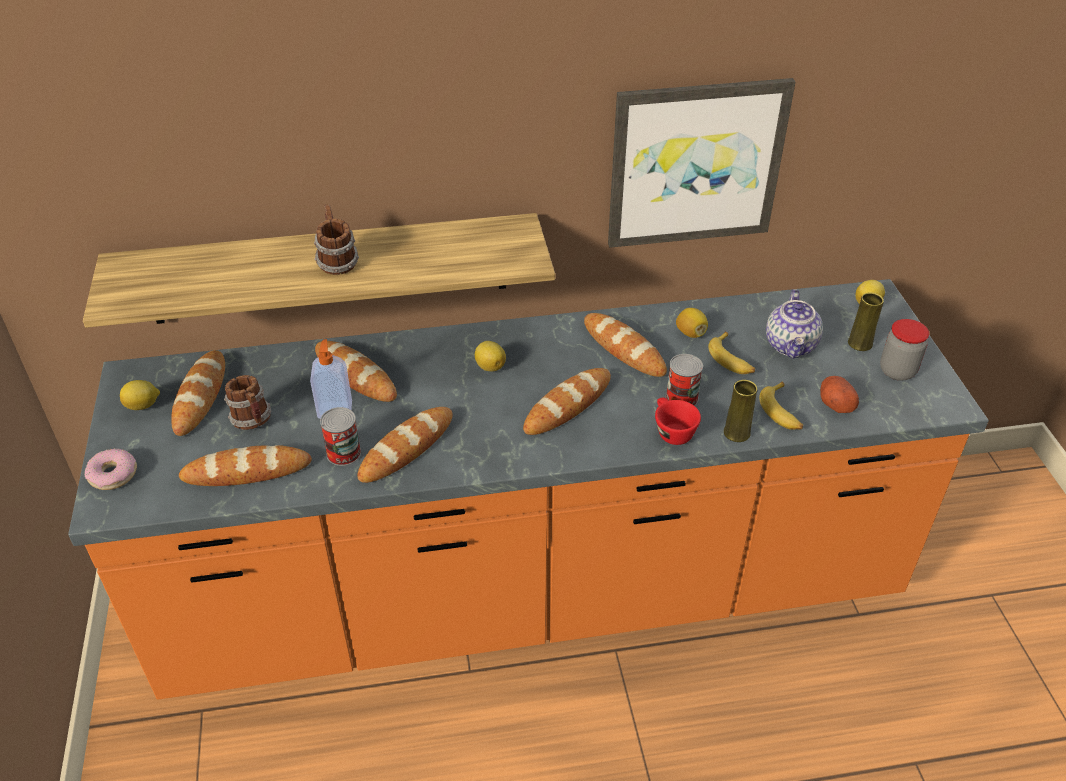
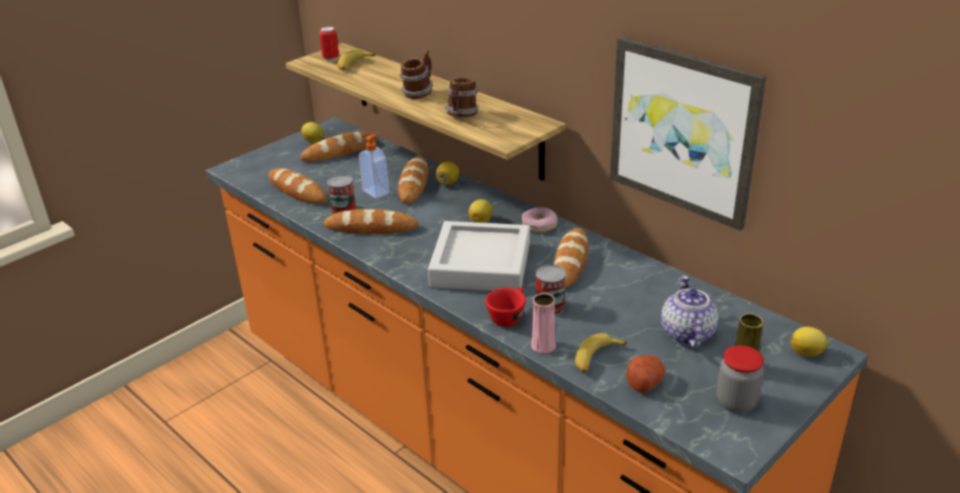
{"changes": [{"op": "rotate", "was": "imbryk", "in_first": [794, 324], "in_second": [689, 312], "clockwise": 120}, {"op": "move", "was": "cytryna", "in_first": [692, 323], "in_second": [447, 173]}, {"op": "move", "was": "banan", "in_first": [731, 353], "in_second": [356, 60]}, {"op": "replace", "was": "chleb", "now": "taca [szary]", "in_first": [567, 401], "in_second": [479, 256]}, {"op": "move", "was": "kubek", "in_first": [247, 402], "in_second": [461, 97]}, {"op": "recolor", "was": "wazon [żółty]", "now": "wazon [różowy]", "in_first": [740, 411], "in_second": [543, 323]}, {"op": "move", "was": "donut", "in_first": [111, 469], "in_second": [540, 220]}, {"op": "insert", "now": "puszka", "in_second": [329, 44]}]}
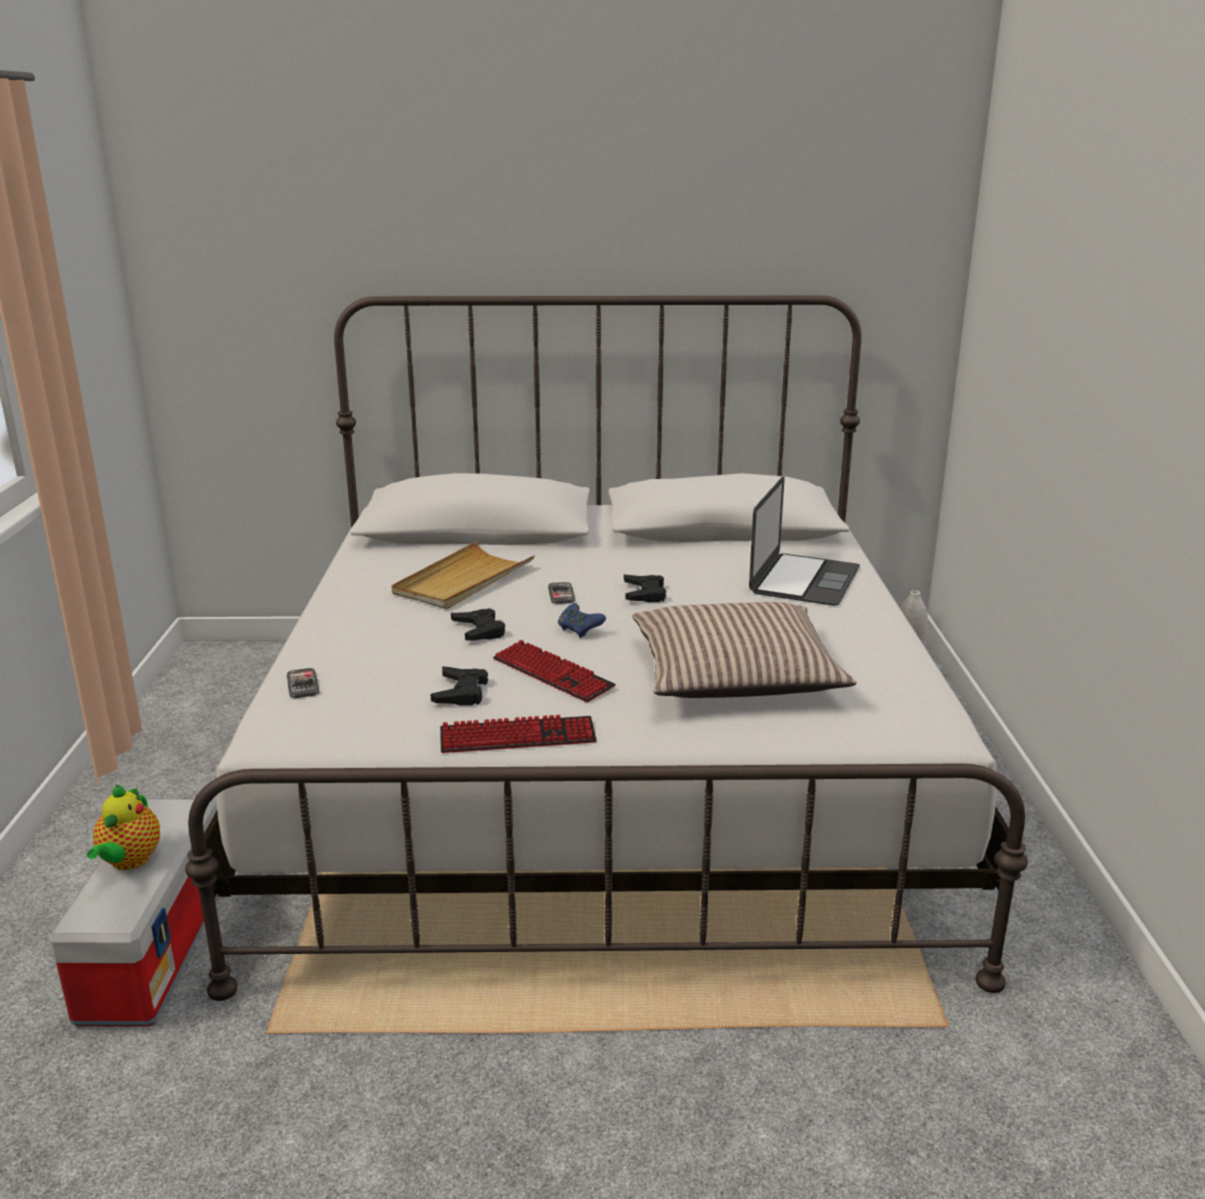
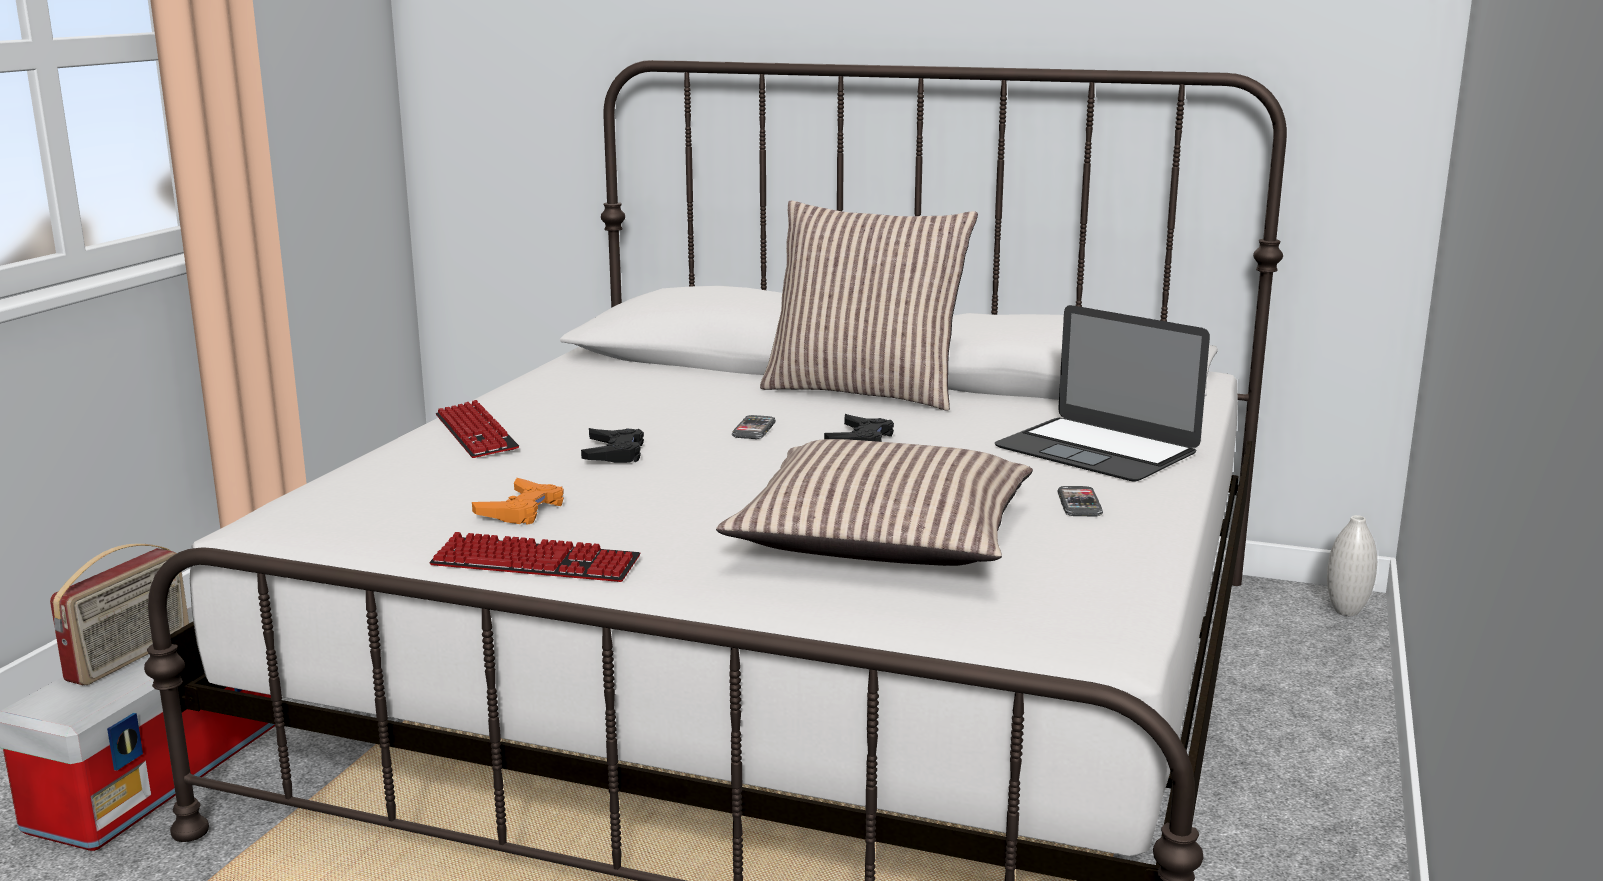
{"changes": [{"op": "rotate", "was": "laptop", "in_first": [804, 541], "in_second": [1102, 393], "clockwise": 90}, {"op": "delete", "was": "taca [beżowy]", "in_first": [463, 575]}, {"op": "delete", "was": "pad do gier [niebieski]", "in_first": [582, 620]}, {"op": "move", "was": "klawiatura", "in_first": [554, 671], "in_second": [477, 429]}, {"op": "recolor", "was": "pad do gier [czarny]", "now": "pad do gier [pomarańczowy]", "in_first": [459, 686], "in_second": [518, 501]}, {"op": "move", "was": "telefon", "in_first": [303, 683], "in_second": [1080, 501]}, {"op": "replace", "was": "imbryk", "now": "radio", "in_first": [123, 827], "in_second": [119, 614]}, {"op": "insert", "now": "poduszka", "in_second": [869, 305]}]}
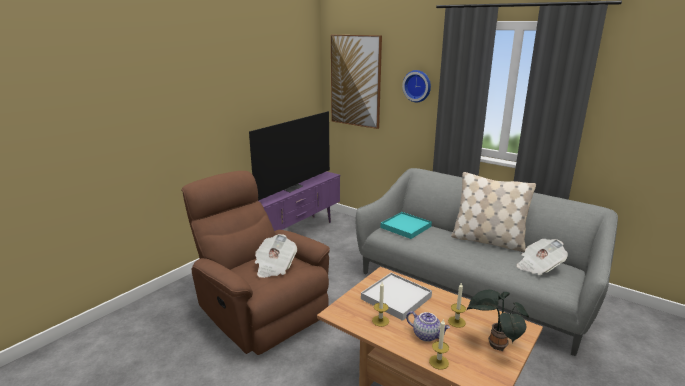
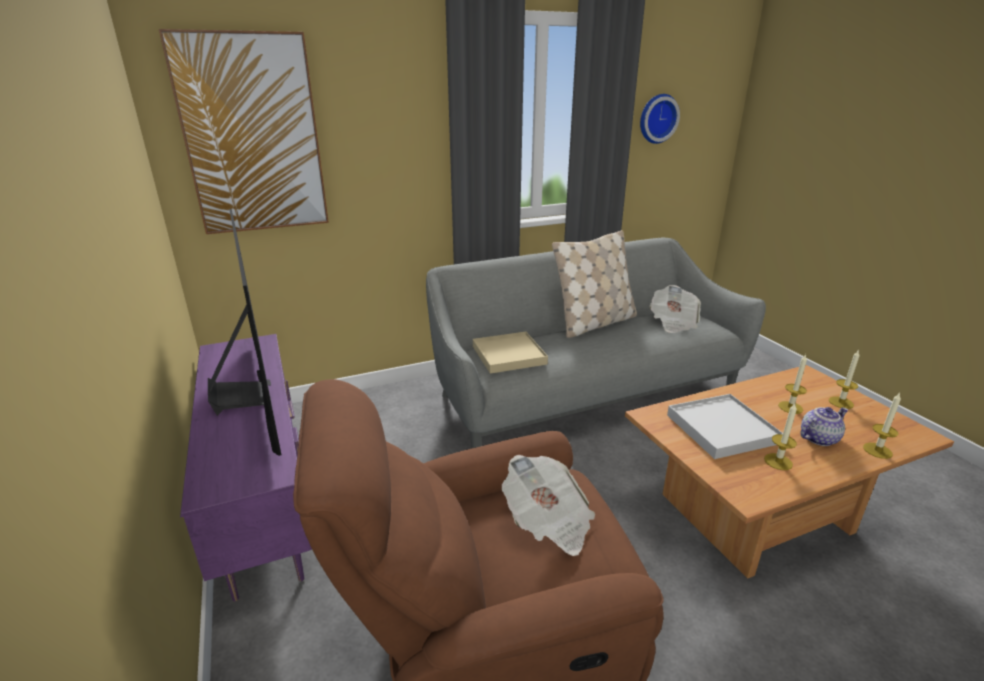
{"changes": [{"op": "move", "was": "zegar ścienny", "in_first": [416, 86], "in_second": [660, 119]}, {"op": "recolor", "was": "taca [turkusowy]", "now": "taca [beżowy]", "in_first": [406, 225], "in_second": [510, 353]}, {"op": "replace", "was": "roślina doniczkowa", "now": "świeca", "in_first": [498, 320], "in_second": [844, 379]}]}
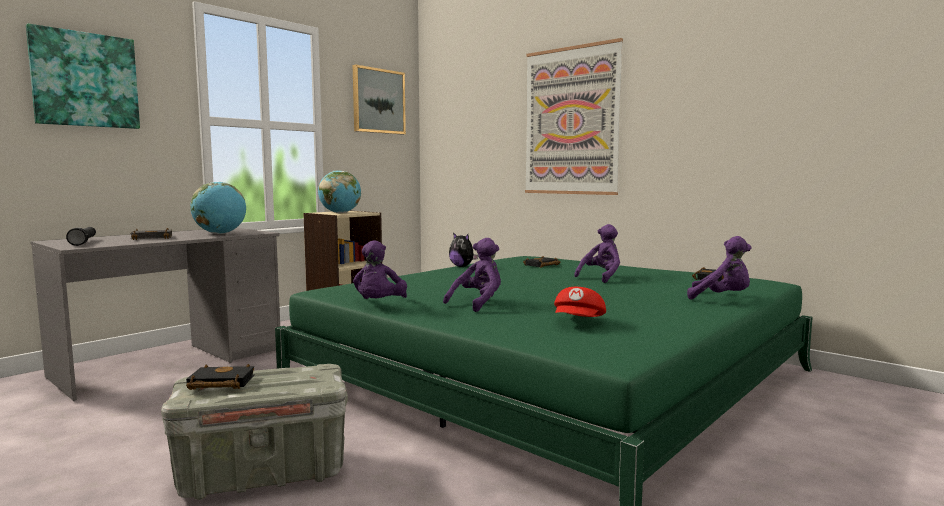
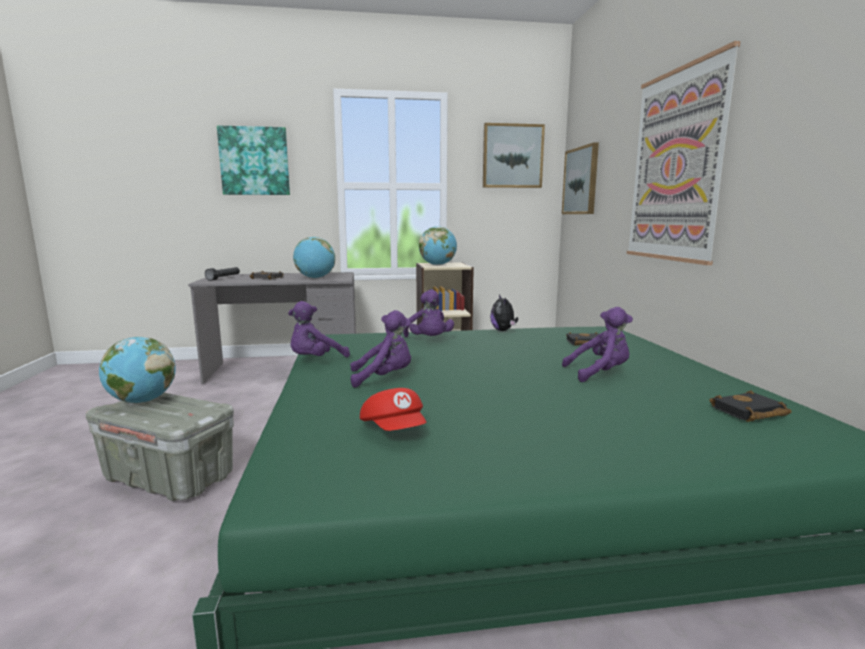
{"changes": [{"op": "move", "was": "pluszak [fioletowy]", "in_first": [719, 267], "in_second": [428, 313]}, {"op": "rotate", "was": "czapka z daszkiem [czerwony]", "in_first": [580, 302], "in_second": [393, 409], "clockwise": -90}, {"op": "replace", "was": "książka [czarny]", "now": "globus", "in_first": [220, 377], "in_second": [137, 370]}, {"op": "insert", "now": "obraz", "in_second": [580, 178]}]}
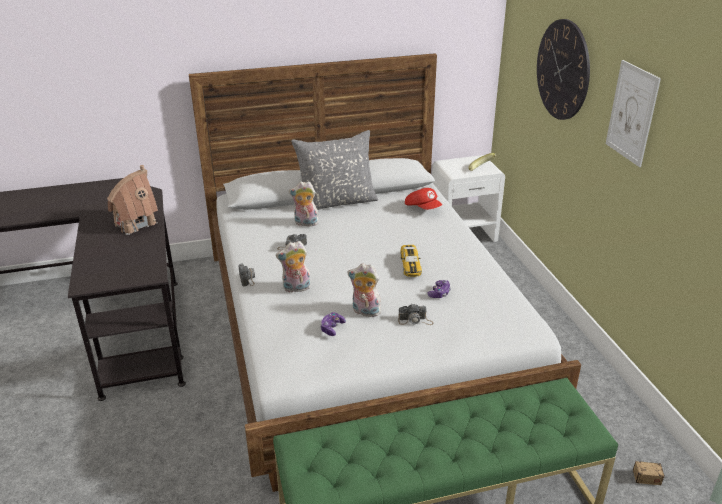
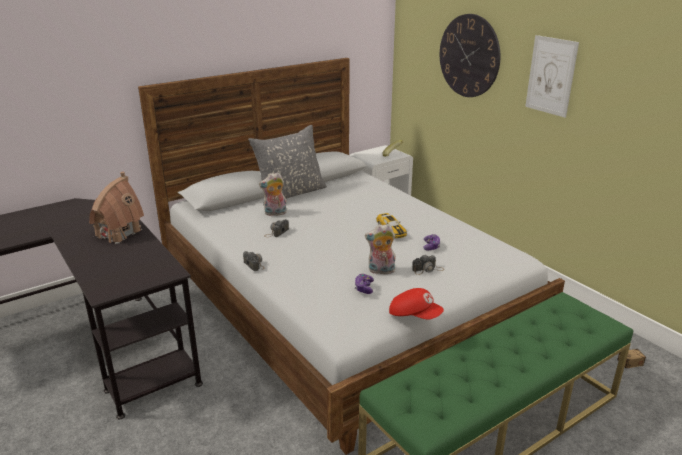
{"changes": [{"op": "move", "was": "czapka z daszkiem [czerwony]", "in_first": [423, 199], "in_second": [416, 304]}, {"op": "delete", "was": "pluszak", "in_first": [293, 267]}]}
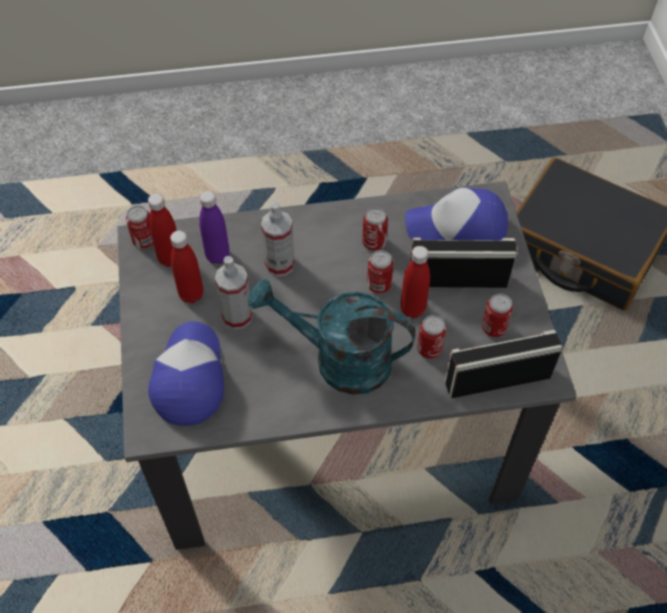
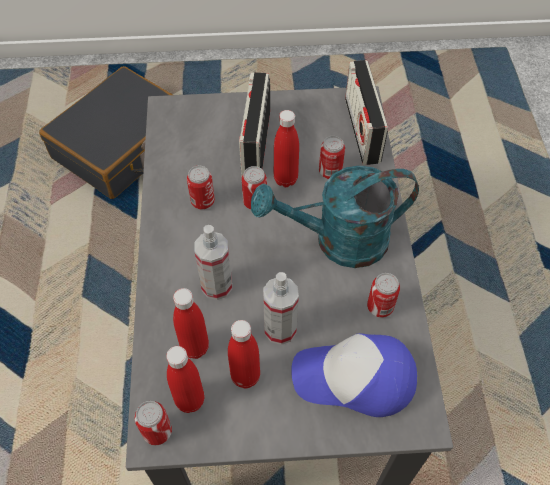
{"changes": [{"op": "delete", "was": "czapka z daszkiem", "in_first": [456, 213]}, {"op": "recolor", "was": "butelka [fioletowy]", "now": "butelka [czerwony]", "in_first": [214, 227], "in_second": [191, 323]}, {"op": "rotate", "was": "konewka [turkusowy]", "in_first": [332, 337], "in_second": [335, 216], "clockwise": 60}, {"op": "move", "was": "puszka", "in_first": [497, 315], "in_second": [383, 295]}]}
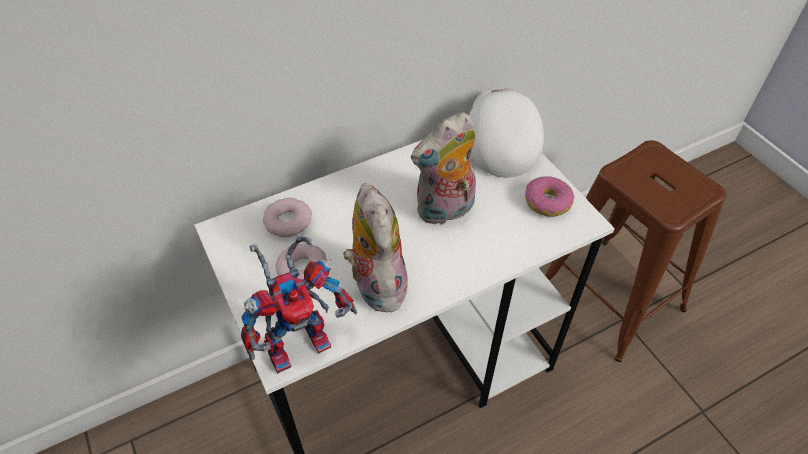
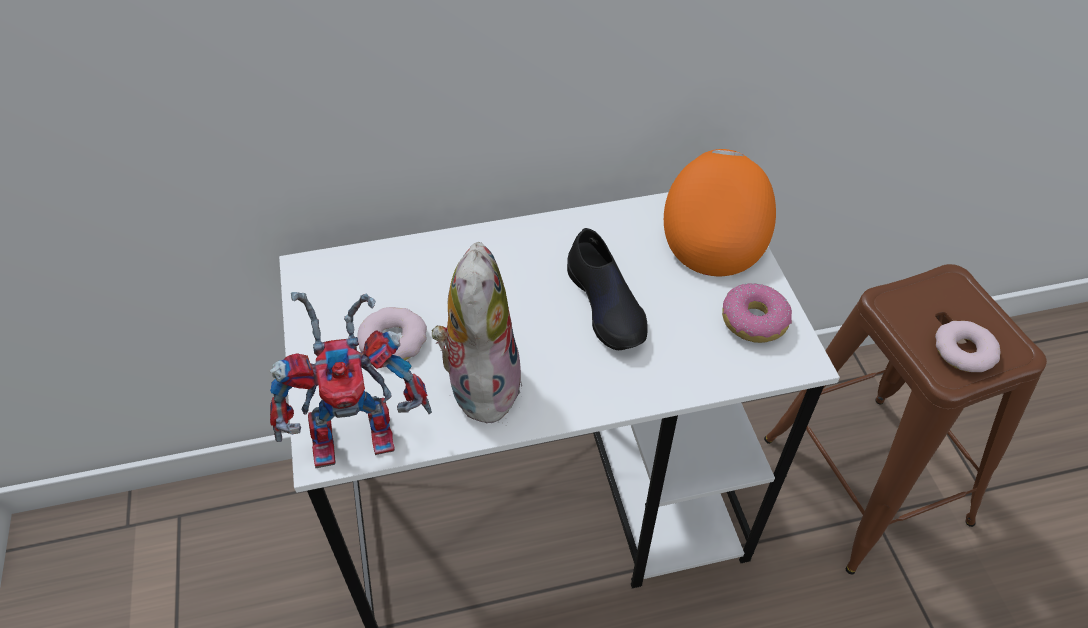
{"changes": [{"op": "recolor", "was": "czapka z daszkiem [biały]", "now": "czapka z daszkiem [pomarańczowy]", "in_first": [506, 133], "in_second": [720, 212]}, {"op": "replace", "was": "pluszak", "now": "but [czarny]", "in_first": [443, 169], "in_second": [607, 289]}, {"op": "move", "was": "donut", "in_first": [287, 217], "in_second": [968, 346]}]}
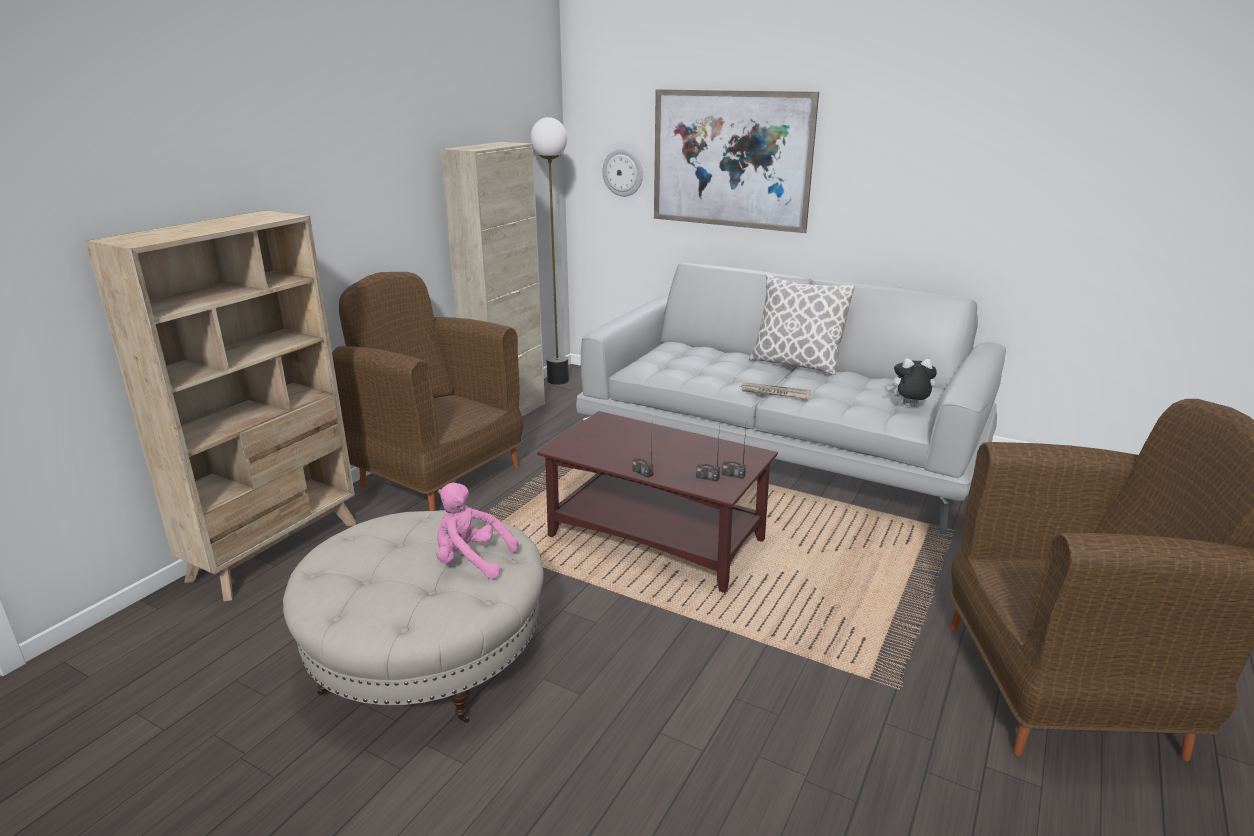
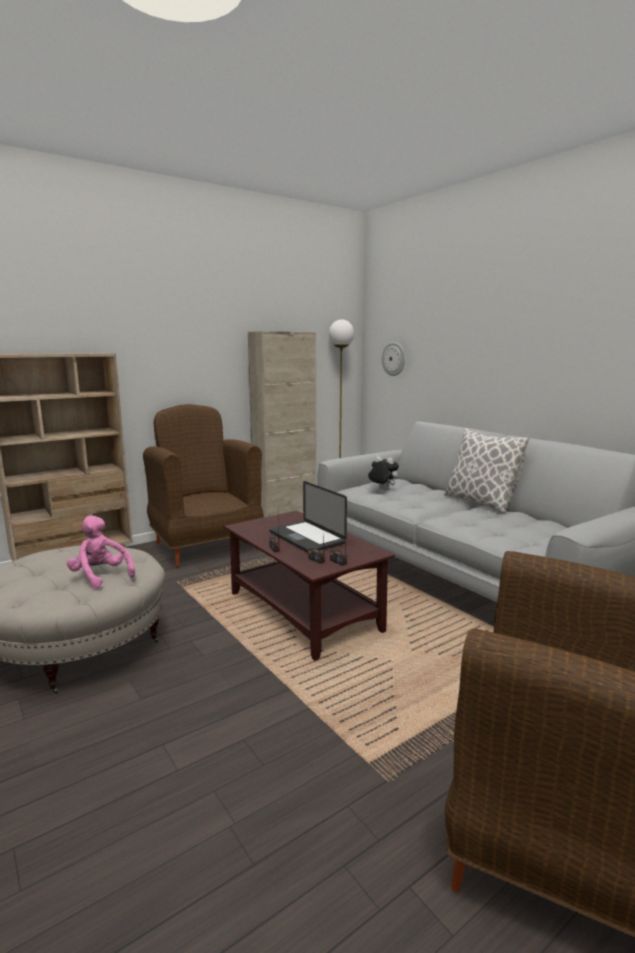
{"changes": [{"op": "delete", "was": "obraz", "in_first": [736, 161]}, {"op": "move", "was": "pluszak", "in_first": [912, 382], "in_second": [383, 473]}, {"op": "delete", "was": "gazeta", "in_first": [775, 390]}, {"op": "insert", "now": "laptop", "in_second": [308, 517]}]}
